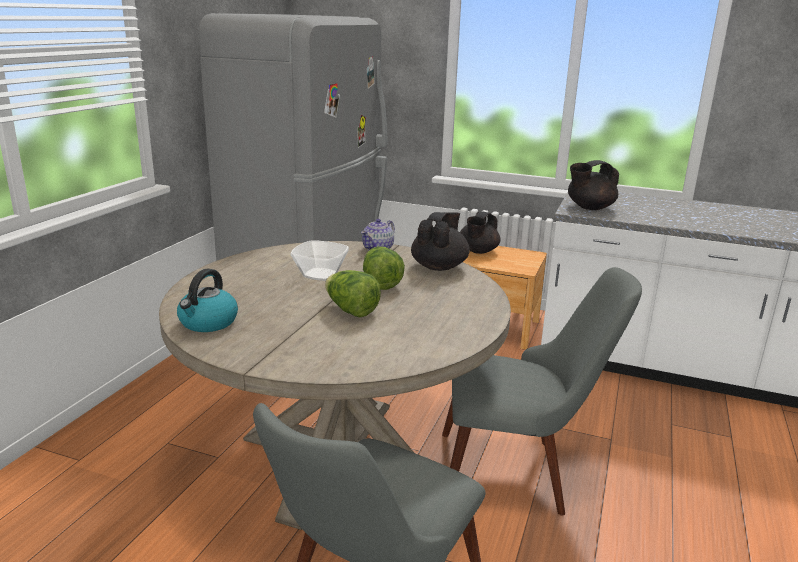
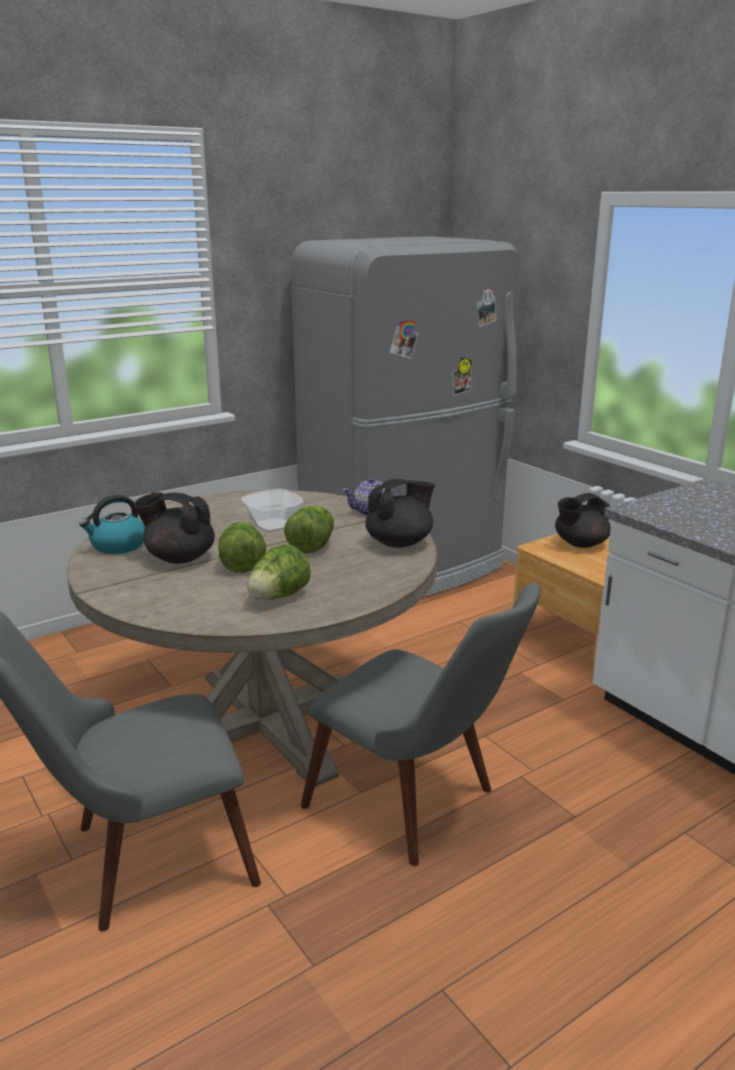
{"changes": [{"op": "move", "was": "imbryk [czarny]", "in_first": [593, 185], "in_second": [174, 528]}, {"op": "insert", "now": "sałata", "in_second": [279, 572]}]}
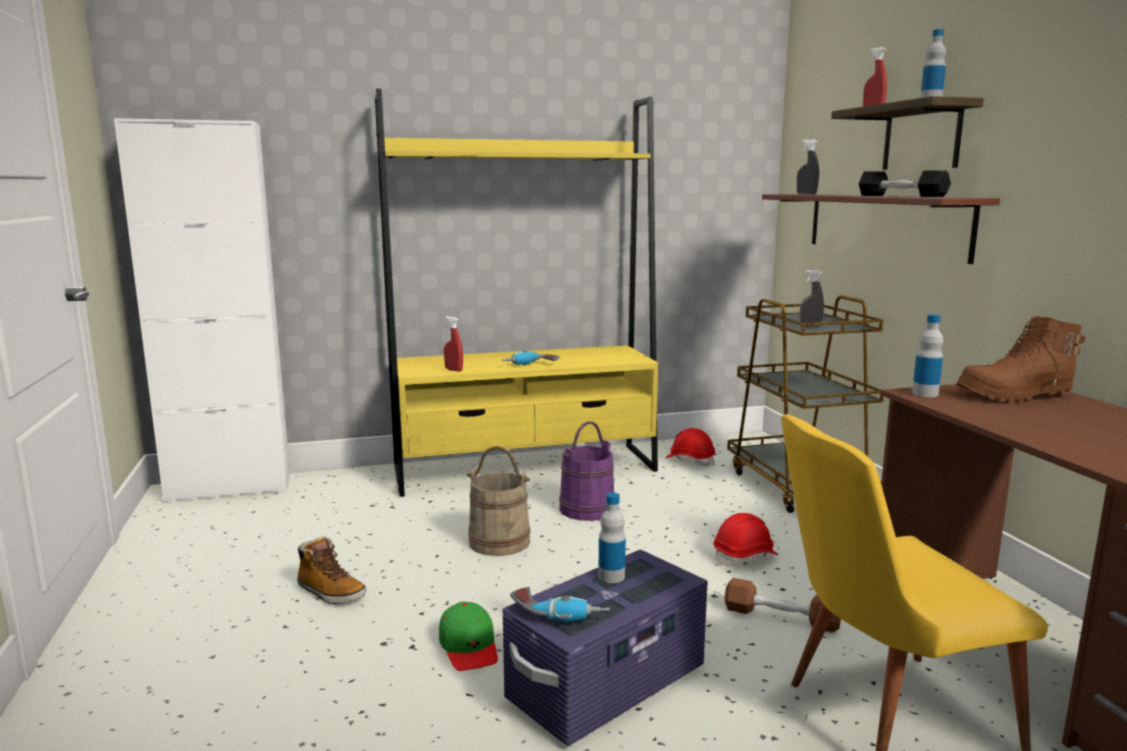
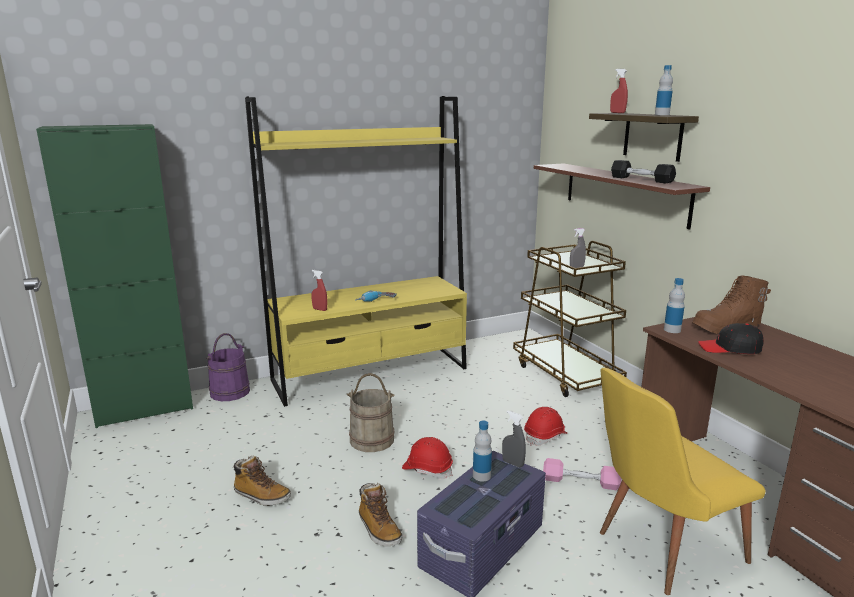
{"changes": [{"op": "recolor", "was": "szafka [biały]", "now": "szafka [zielony]", "in_first": [202, 310], "in_second": [114, 276]}, {"op": "move", "was": "spryskiwacz [szary]", "in_first": [808, 166], "in_second": [514, 439]}, {"op": "move", "was": "wiadro [fioletowy]", "in_first": [586, 471], "in_second": [228, 367]}, {"op": "move", "was": "kask [czerwony]", "in_first": [690, 447], "in_second": [427, 458]}, {"op": "recolor", "was": "hantel [brązowy]", "now": "hantel [różowy]", "in_first": [783, 605], "in_second": [582, 474]}, {"op": "delete", "was": "wiertarka", "in_first": [560, 604]}, {"op": "replace", "was": "czapka z daszkiem [zielony]", "now": "but z cholewką", "in_first": [468, 636], "in_second": [380, 514]}, {"op": "insert", "now": "czapka z daszkiem [czarny]", "in_second": [731, 338]}]}
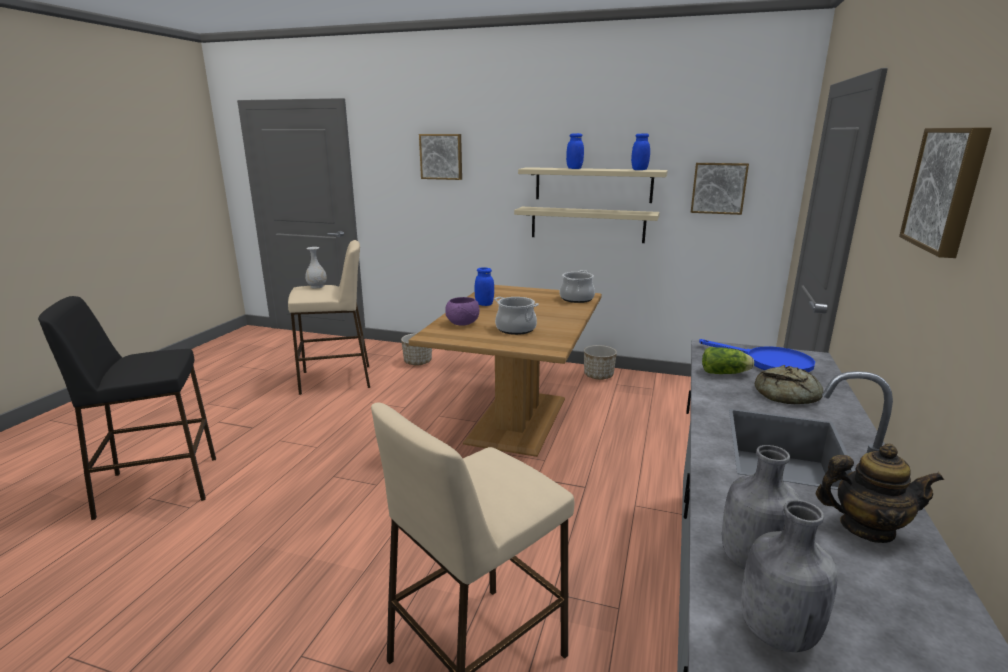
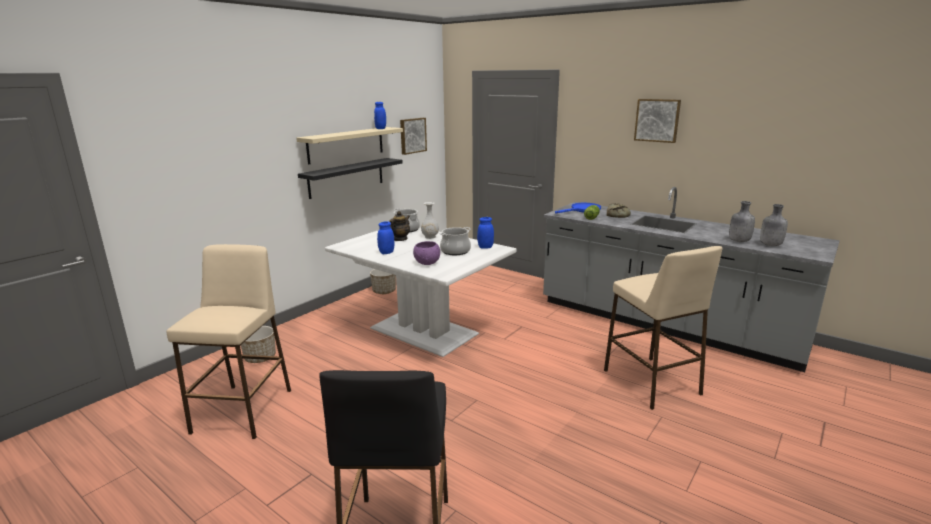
{"changes": [{"op": "move", "was": "słoik [niebieski]", "in_first": [575, 151], "in_second": [485, 233]}, {"op": "delete", "was": "obraz", "in_first": [440, 157]}, {"op": "recolor", "was": "półka [beżowy]", "now": "półka [czarny]", "in_first": [587, 225], "in_second": [350, 178]}, {"op": "move", "was": "wazon [biały]", "in_first": [316, 268], "in_second": [430, 220]}, {"op": "recolor", "was": "stół jadalny [brązowy]", "now": "stół jadalny [biały]", "in_first": [505, 371], "in_second": [421, 292]}, {"op": "move", "was": "imbryk", "in_first": [880, 493], "in_second": [399, 226]}]}
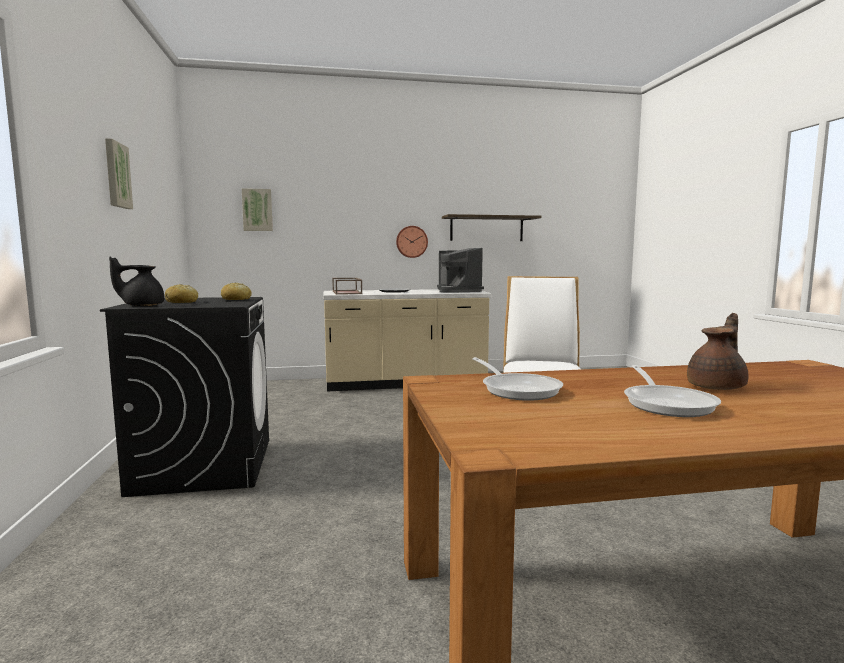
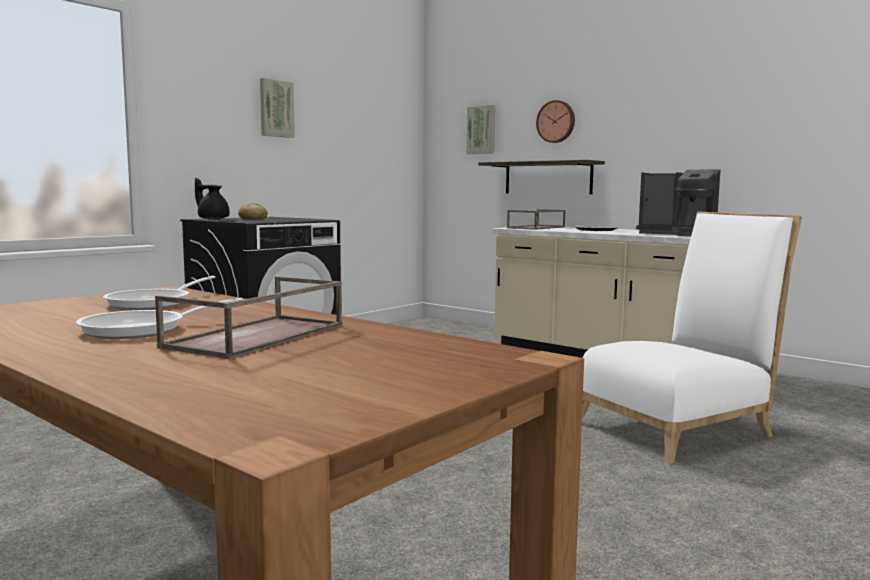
{"changes": [{"op": "move", "was": "półka", "in_first": [491, 227], "in_second": [541, 177]}, {"op": "move", "was": "zegar ścienny", "in_first": [412, 242], "in_second": [555, 121]}, {"op": "rotate", "was": "ekspres do kawy", "in_first": [460, 270], "in_second": [678, 203], "clockwise": -90}, {"op": "delete", "was": "chleb", "in_first": [236, 291]}, {"op": "replace", "was": "imbryk [brązowy]", "now": "taca [brązowy]", "in_first": [717, 351], "in_second": [248, 317]}]}
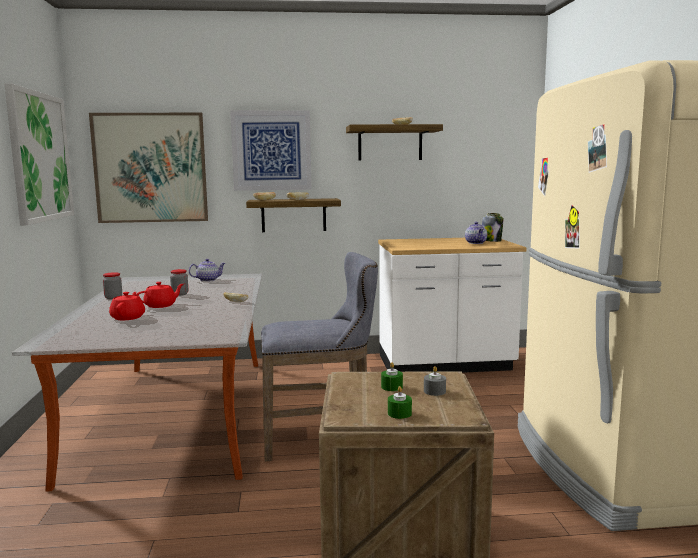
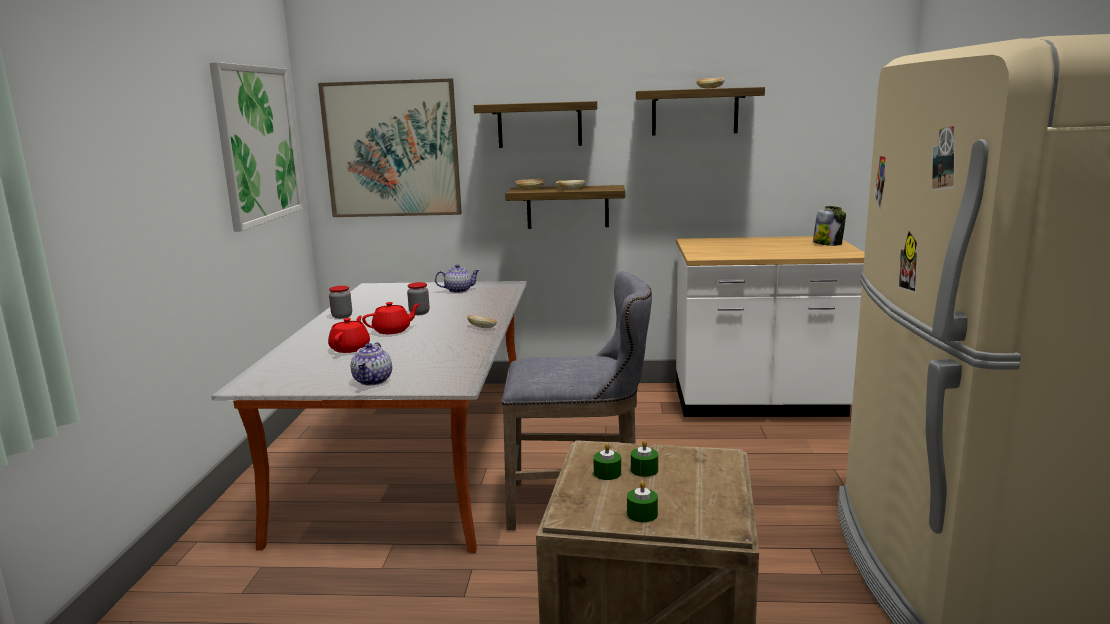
{"changes": [{"op": "replace", "was": "obraz", "now": "półka", "in_first": [271, 150], "in_second": [535, 124]}, {"op": "move", "was": "imbryk", "in_first": [476, 233], "in_second": [371, 363]}, {"op": "delete", "was": "świeca [szary]", "in_first": [435, 381]}, {"op": "insert", "now": "świeca [zielony]", "in_second": [607, 461]}]}
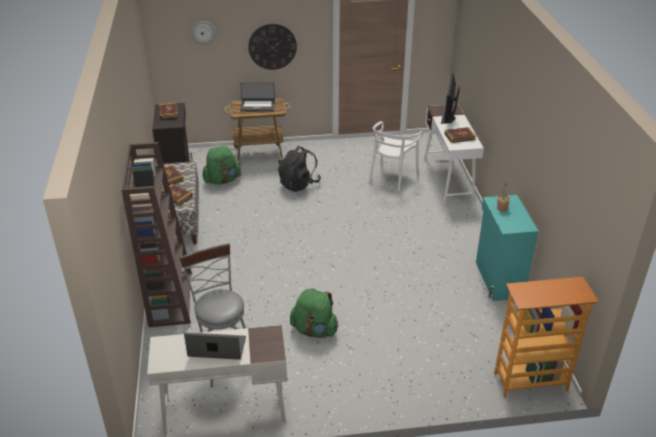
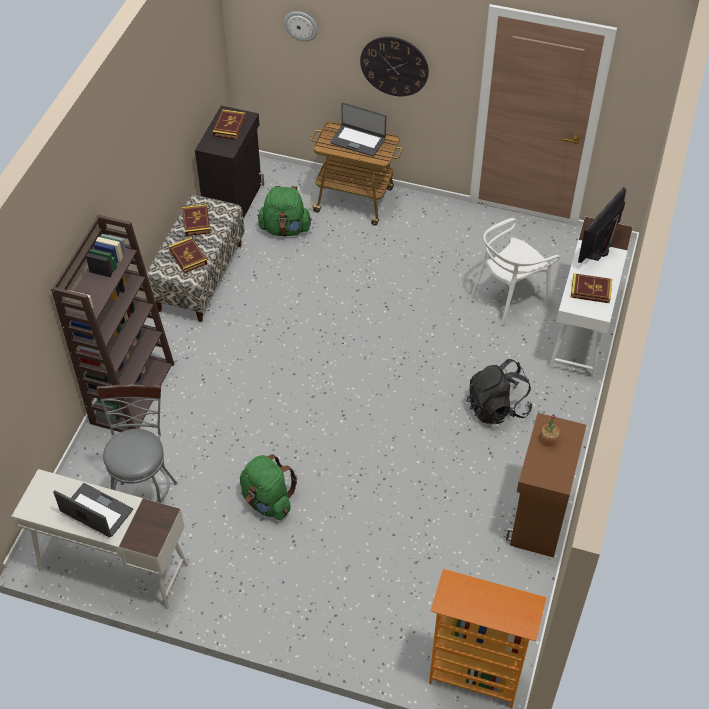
{"changes": [{"op": "move", "was": "plecak [czarny]", "in_first": [299, 169], "in_second": [500, 391]}, {"op": "recolor", "was": "szafka [turkusowy]", "now": "szafka [brązowy]", "in_first": [507, 248], "in_second": [546, 485]}]}
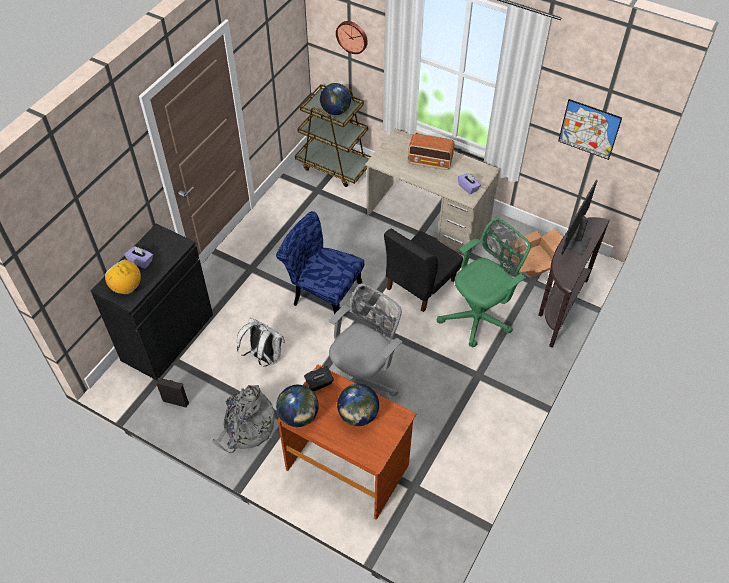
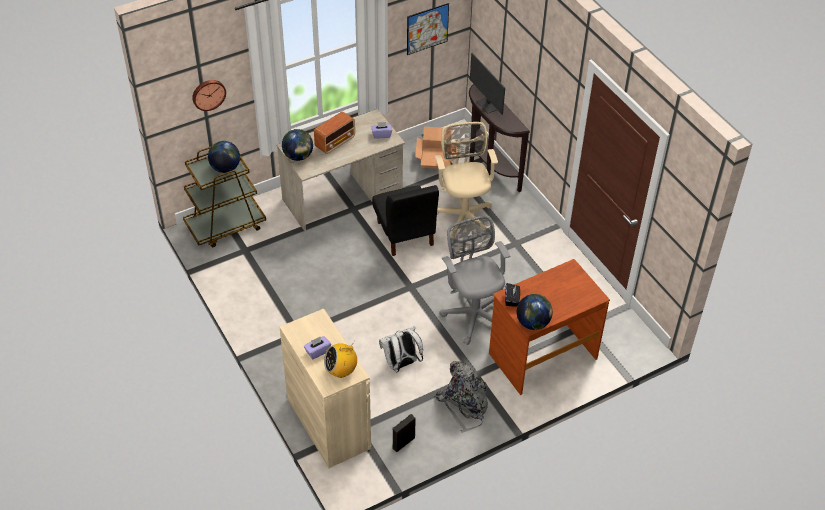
{"changes": [{"op": "delete", "was": "krzesło [niebieski]", "in_first": [320, 262]}, {"op": "recolor", "was": "krzesło biurowe [zielony]", "now": "krzesło biurowe [beżowy]", "in_first": [484, 282], "in_second": [466, 178]}, {"op": "recolor", "was": "szafka [czarny]", "now": "szafka [beżowy]", "in_first": [152, 302], "in_second": [325, 388]}, {"op": "move", "was": "globus", "in_first": [358, 405], "in_second": [297, 145]}]}
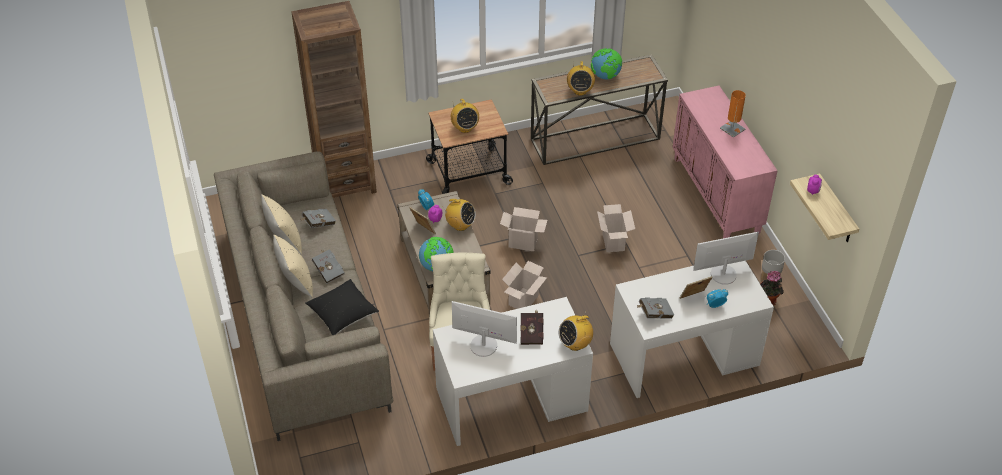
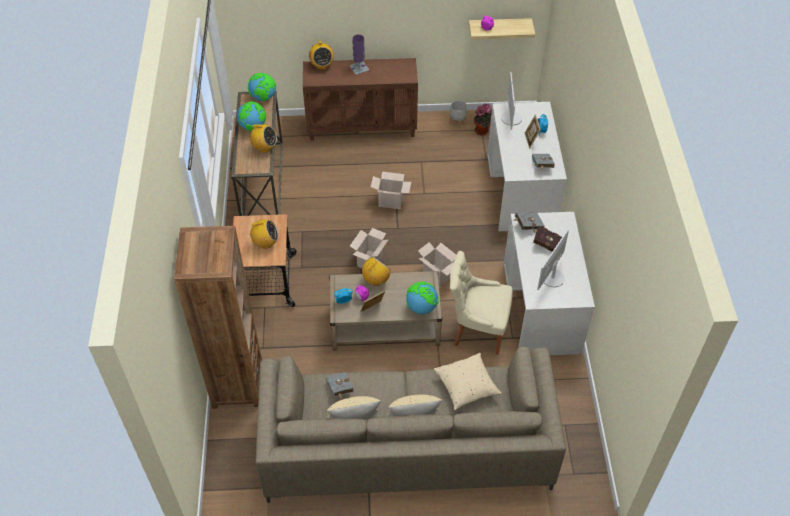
{"changes": [{"op": "recolor", "was": "szafka [różowy]", "now": "szafka [brązowy]", "in_first": [725, 161], "in_second": [360, 99]}, {"op": "recolor", "was": "lampa stołowa [pomarańczowy]", "now": "lampa stołowa [fioletowy]", "in_first": [733, 113], "in_second": [359, 55]}, {"op": "move", "was": "książka [szary]", "in_first": [328, 266], "in_second": [529, 221]}, {"op": "recolor", "was": "poduszka [czarny]", "now": "poduszka [beżowy]", "in_first": [342, 307], "in_second": [468, 381]}, {"op": "move", "was": "radio", "in_first": [576, 330], "in_second": [321, 55]}, {"op": "insert", "now": "globus", "in_second": [262, 87]}]}
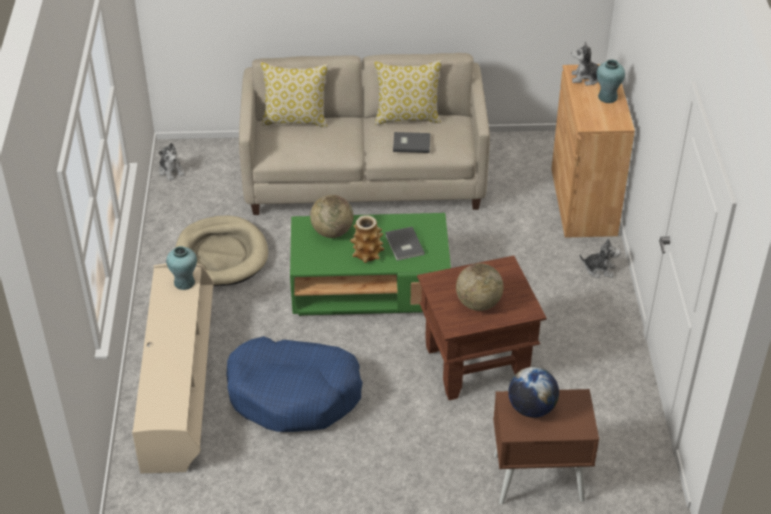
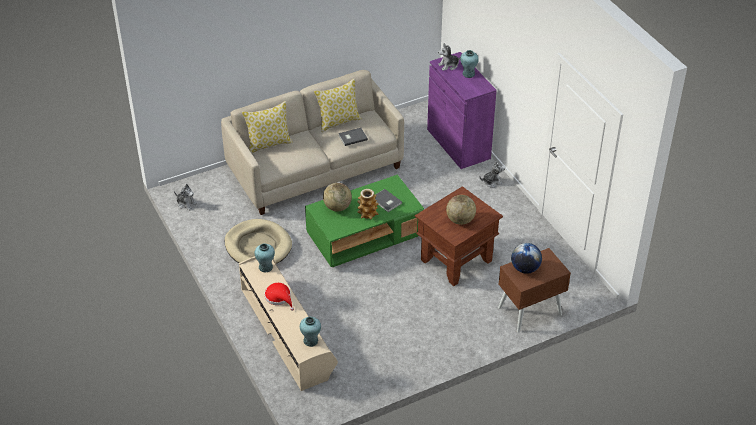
{"changes": [{"op": "recolor", "was": "szafka [brązowy]", "now": "szafka [fioletowy]", "in_first": [593, 151], "in_second": [462, 110]}, {"op": "delete", "was": "legowisko [niebieski]", "in_first": [294, 384]}, {"op": "insert", "now": "kapelusz [czerwony]", "in_second": [279, 297]}, {"op": "insert", "now": "wazon [turkusowy]", "in_second": [310, 332]}]}
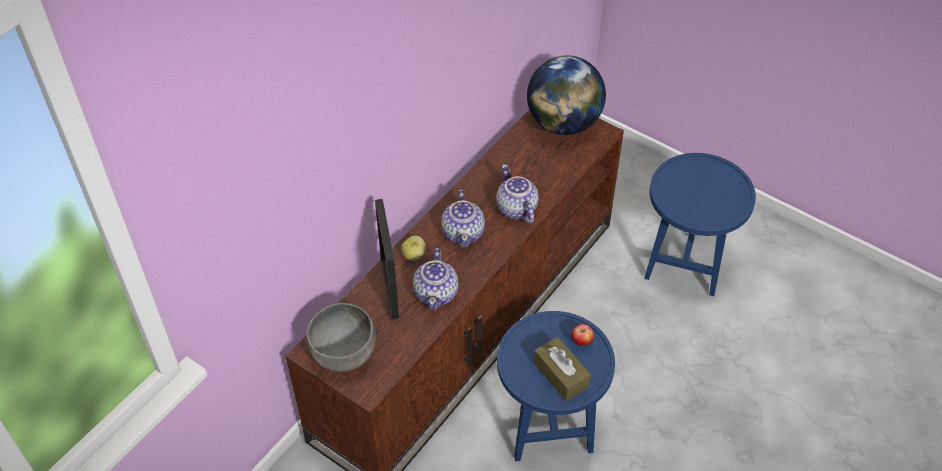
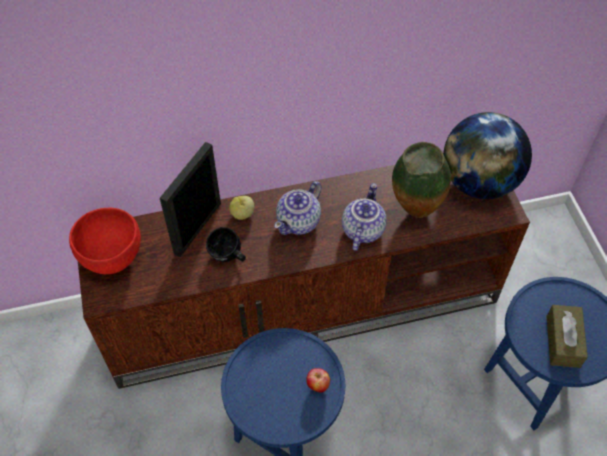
{"changes": [{"op": "replace", "was": "imbryk", "now": "kubek [czarny]", "in_first": [435, 279], "in_second": [226, 244]}, {"op": "recolor", "was": "miska [szary]", "now": "miska [czerwony]", "in_first": [341, 337], "in_second": [105, 241]}, {"op": "move", "was": "pudełko chusteczek [brązowy]", "in_first": [562, 369], "in_second": [567, 336]}, {"op": "insert", "now": "wazon", "in_second": [421, 180]}]}
